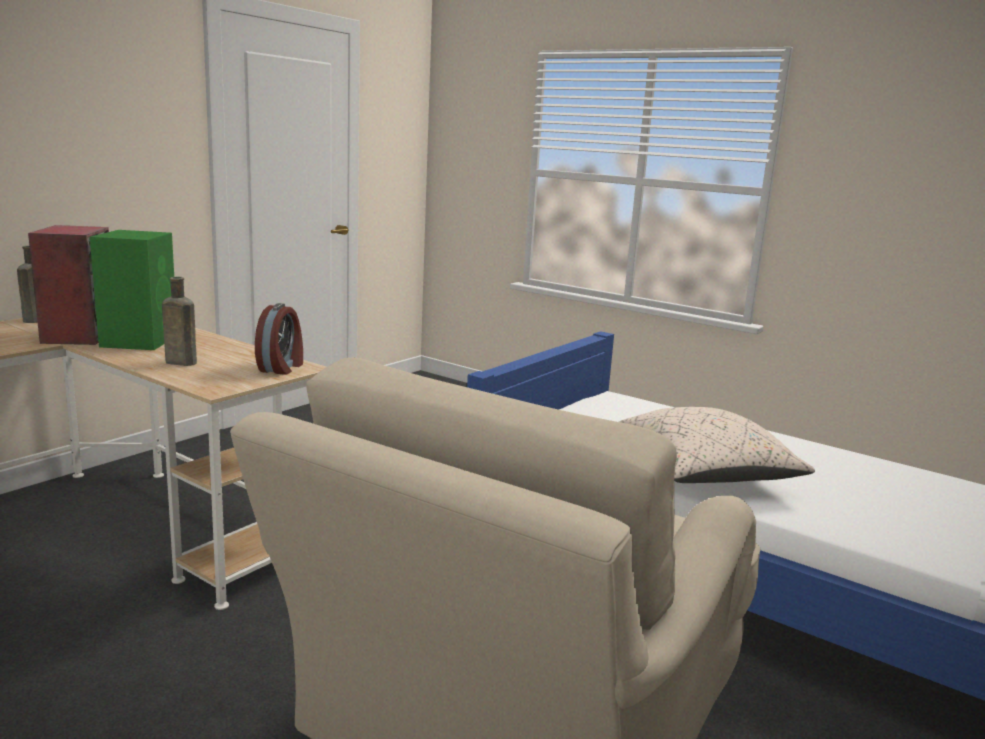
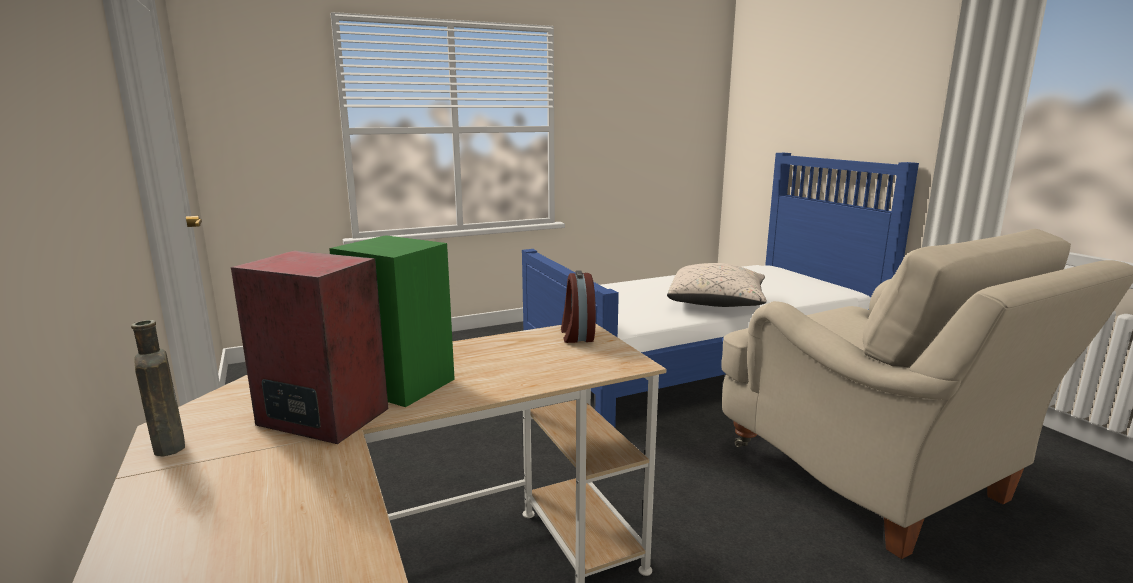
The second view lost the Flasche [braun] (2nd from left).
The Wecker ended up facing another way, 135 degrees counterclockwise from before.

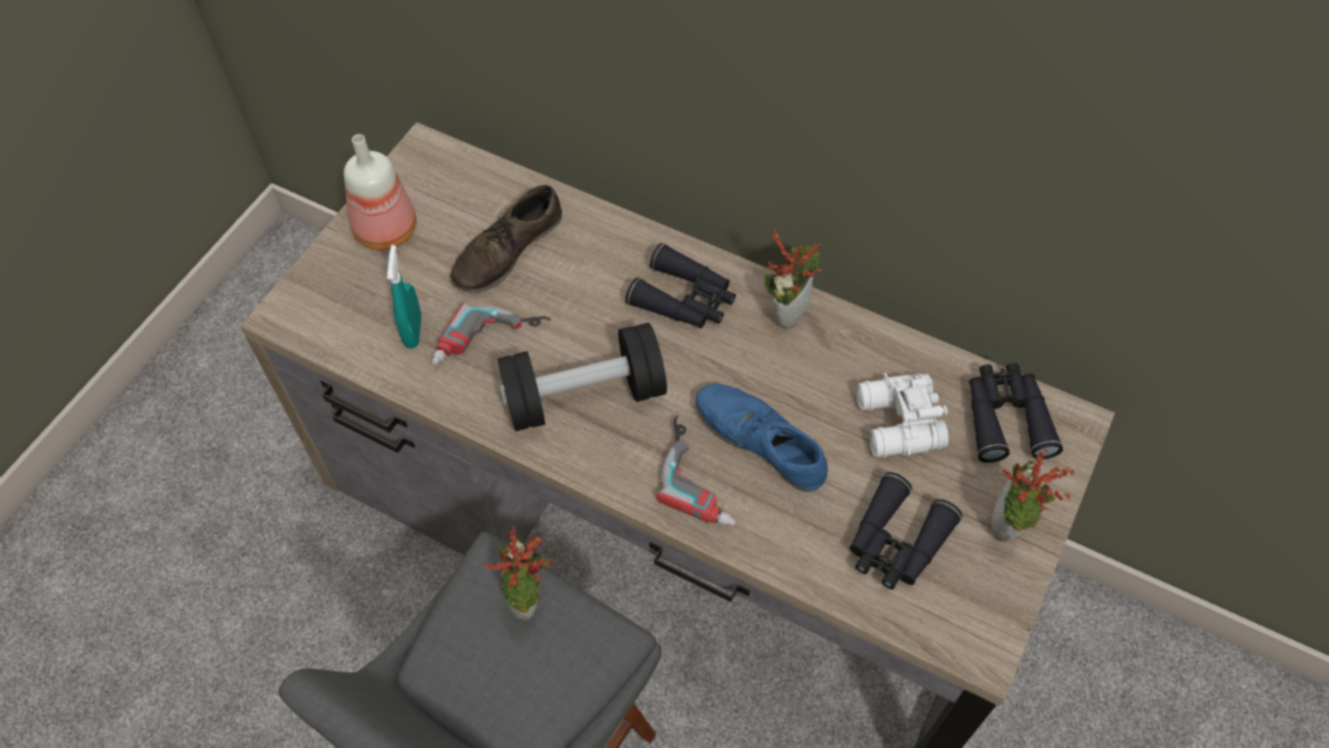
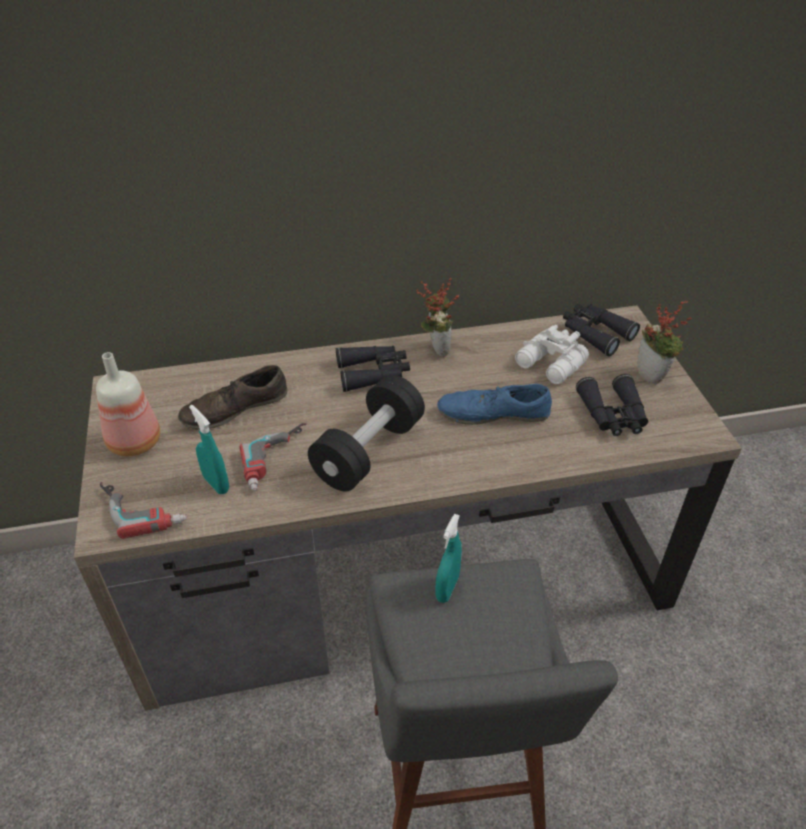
The Bohrmaschine (2nd from left in the first image) ended up elsewhere.
Where the Topfpflanze (1st from left) stood, the Sprühflasche [türkis] (2nd from left) came to stand.
The Schuh [braun] ended up facing another way, 60 degrees clockwise from before.

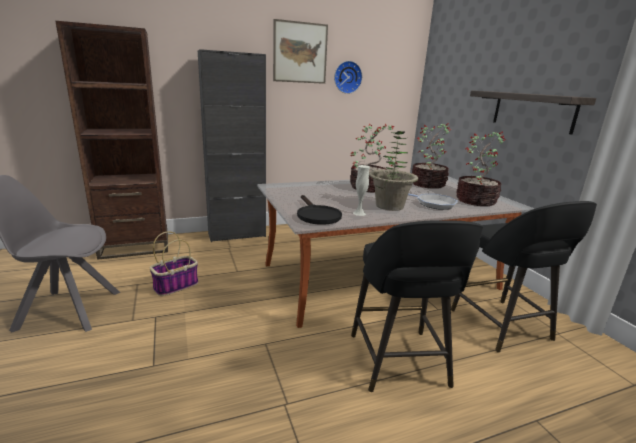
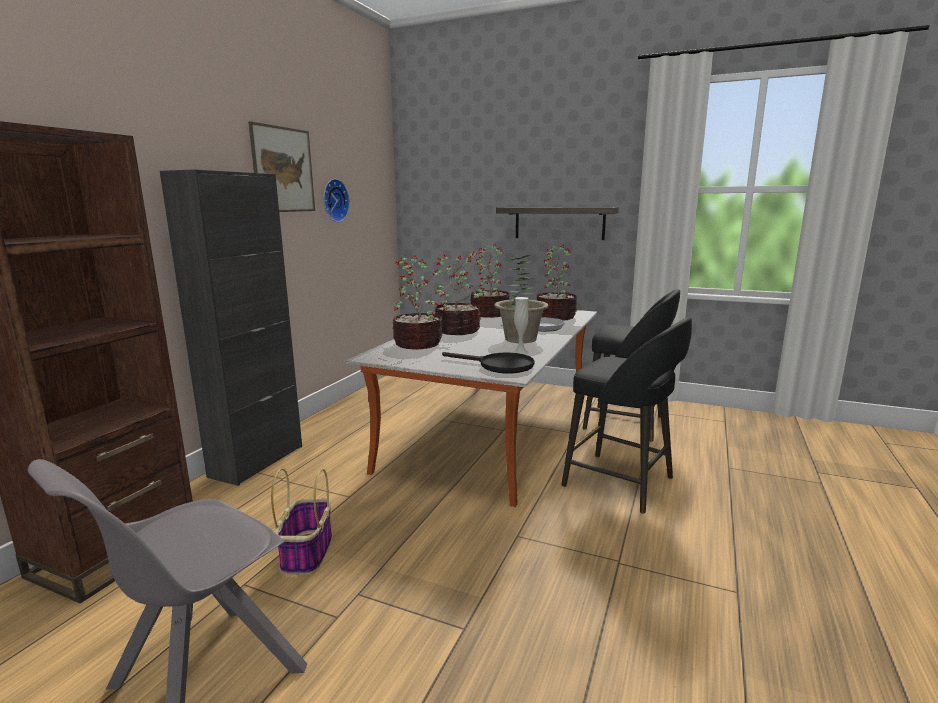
The second view gained the Topfpflanze (1st from left).

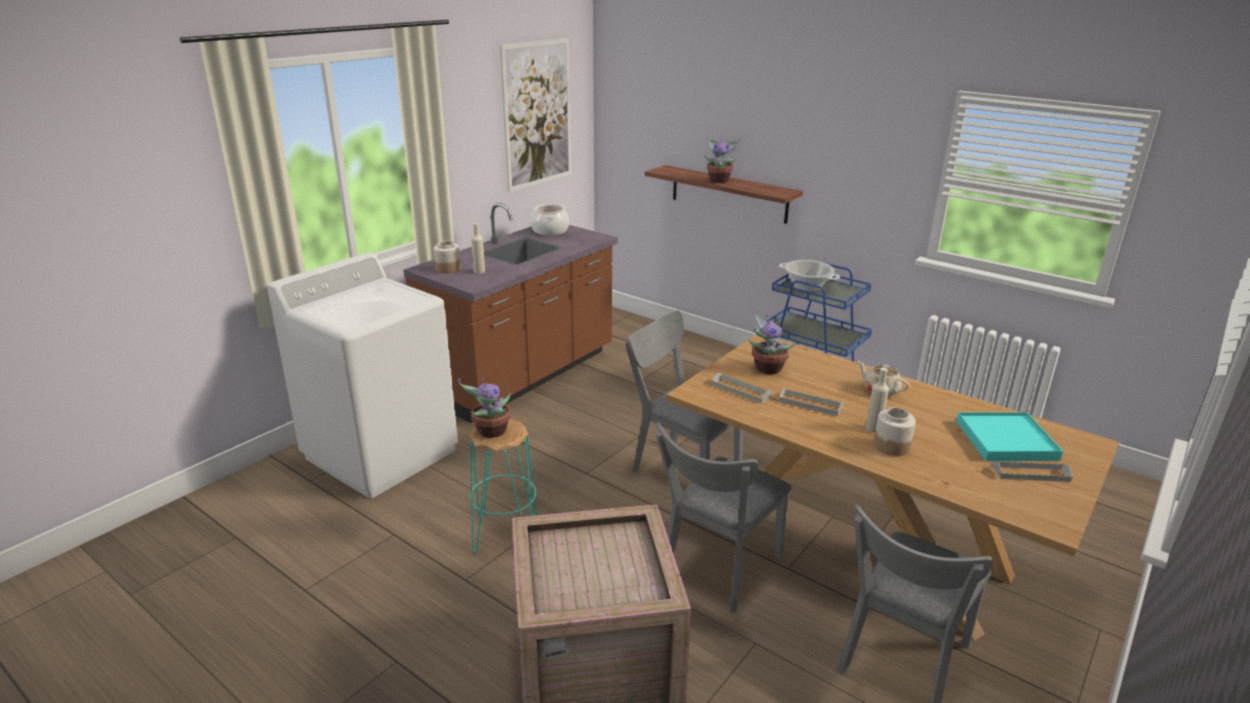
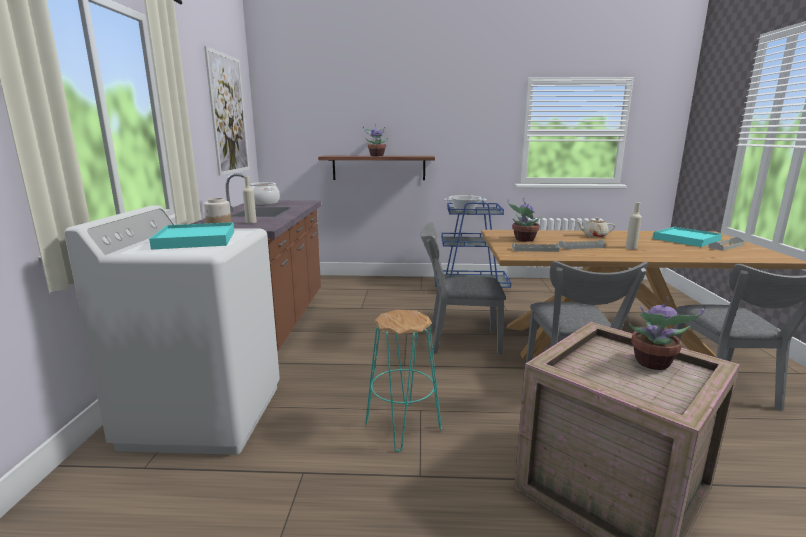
The second view lost the Vorratsglas (2nd from left).
The second view gained the Tablett [türkis] (1st from left).
The Topfpflanze (1st from left in the first image) ended up elsewhere.

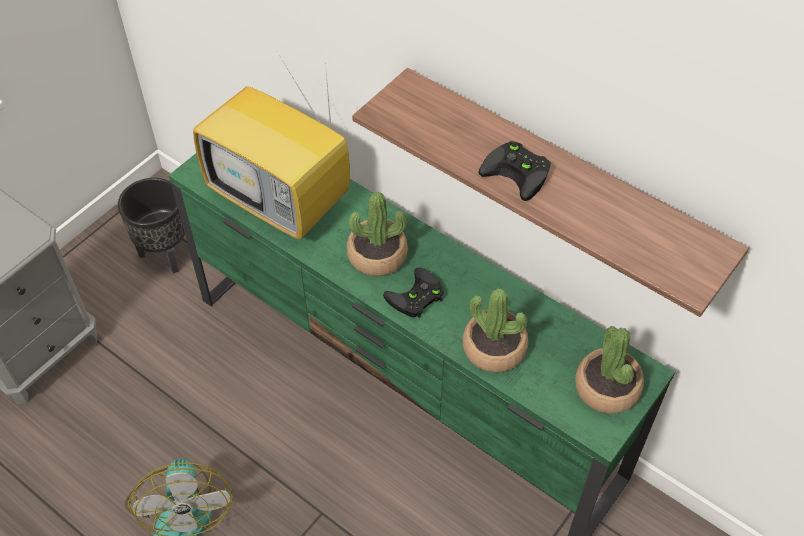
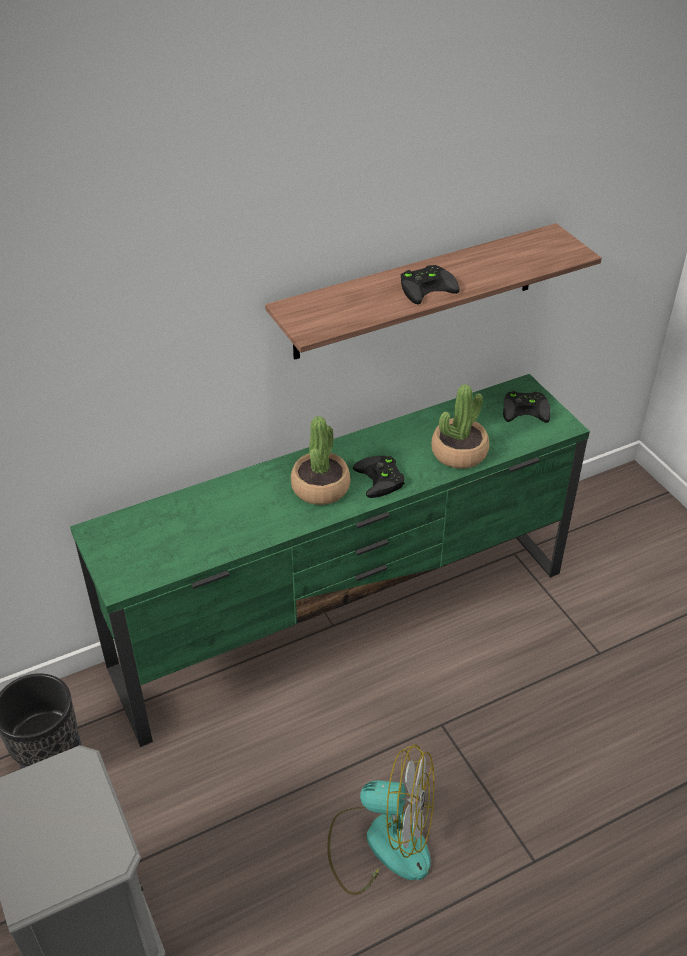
The second view lost the Fernseher.
Where the Topfpflanze (3rd from left) stood, the Gamepad [schwarz] (3rd from left) came to stand.

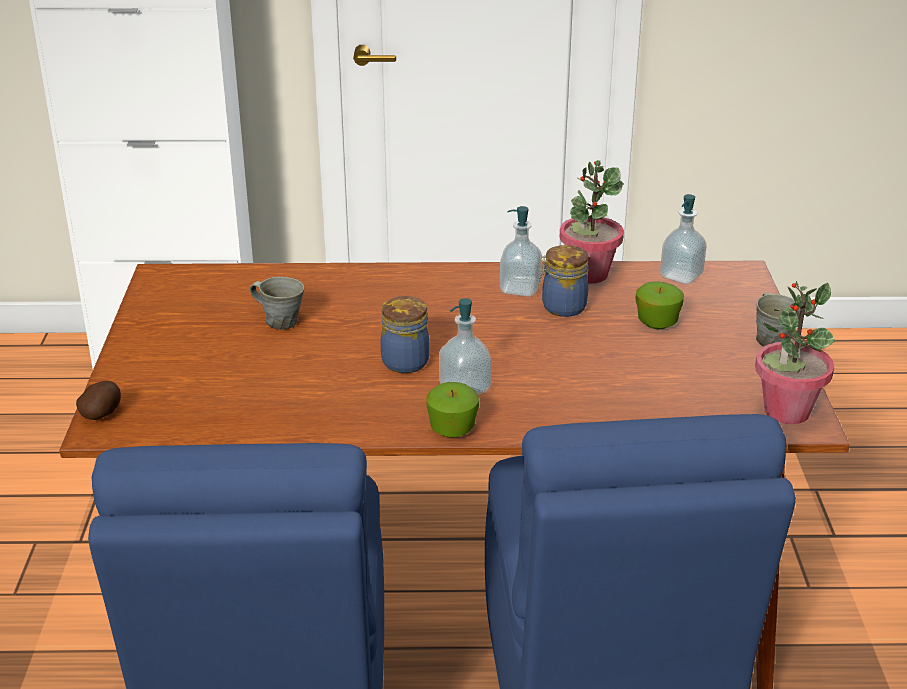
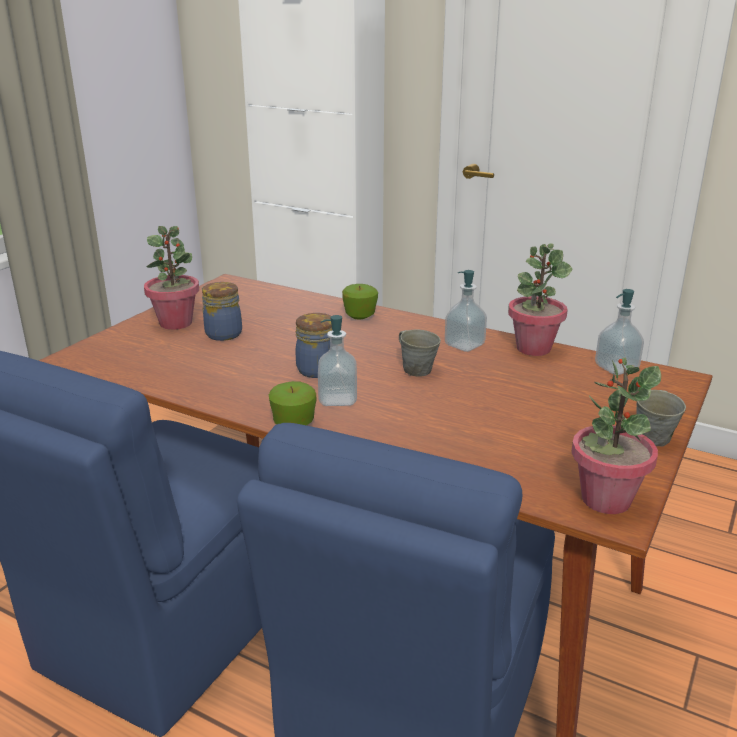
The second view lost the Kartoffel.
The second view gained the Topfpflanze (1st from left).
The Henkelbecher [grau] (1st from left) ended up elsewhere.
The Vorratsglas (2nd from left in the first image) ended up elsewhere.
The Apfel (2nd from left) ended up elsewhere.

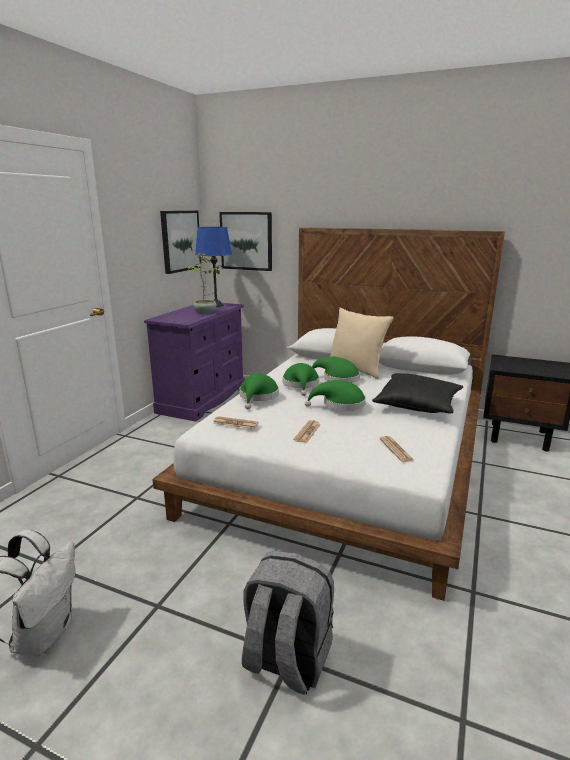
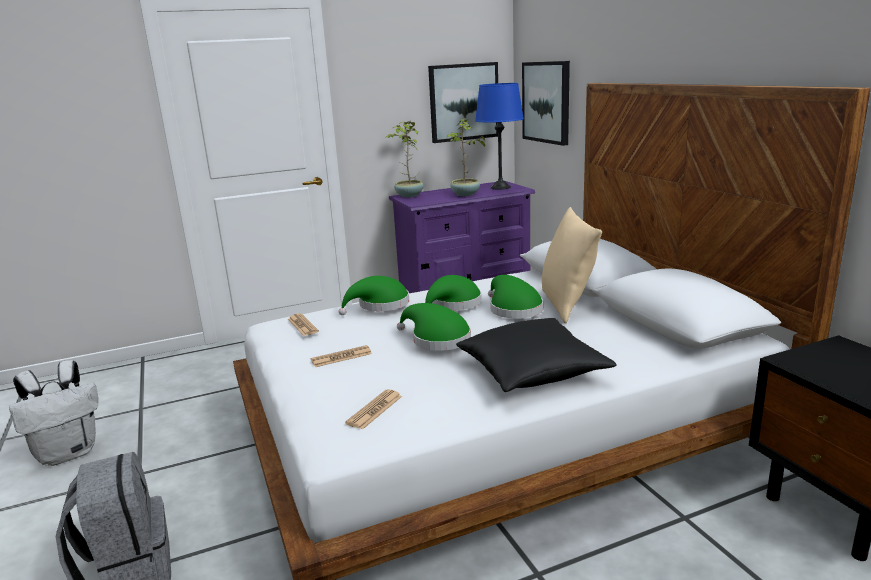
The second view gained the Topfpflanze (1st from left).

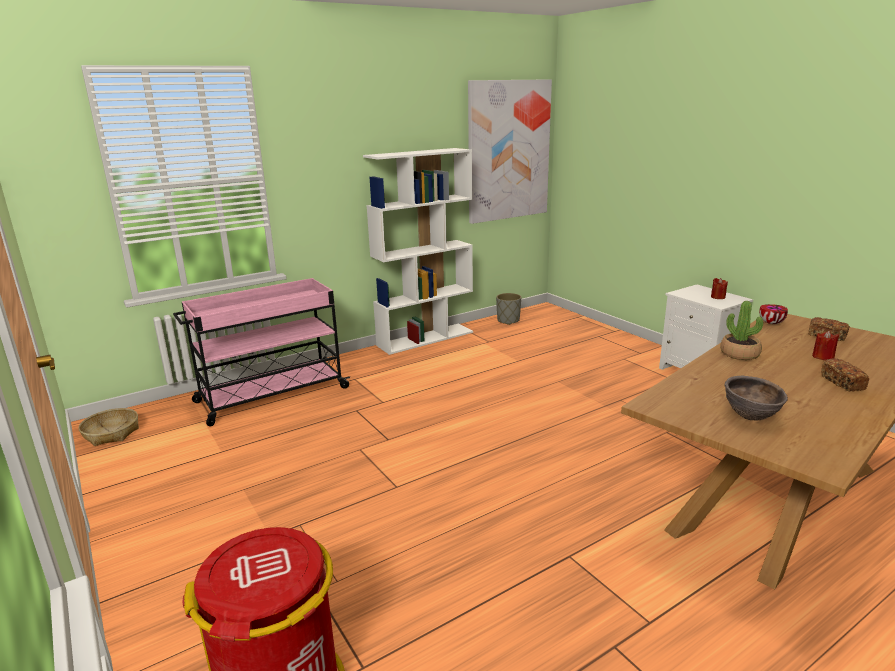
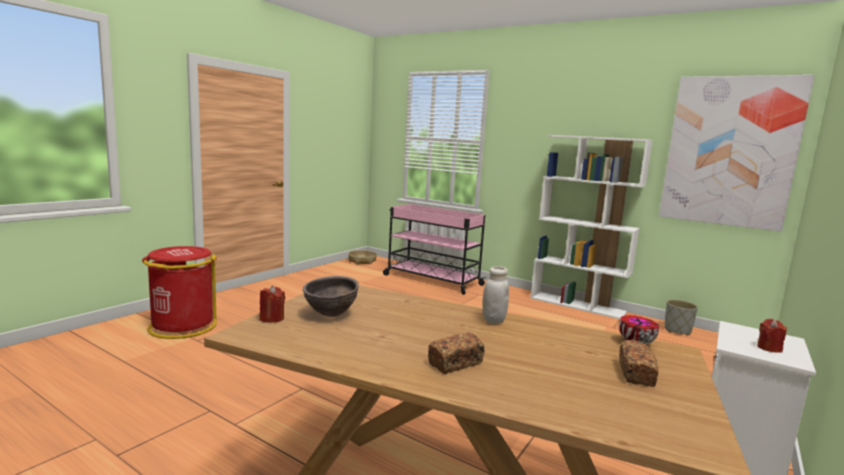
The Kerze [rot] (2nd from left in the first image) ended up elsewhere.
Where the Topfpflanze stood, the Vorratsglas [weiß] came to stand.

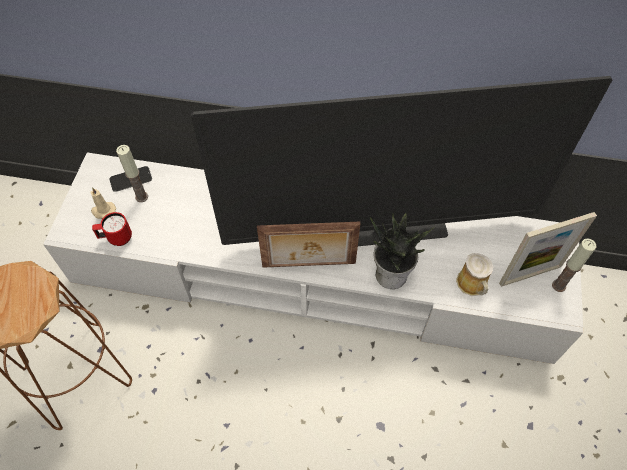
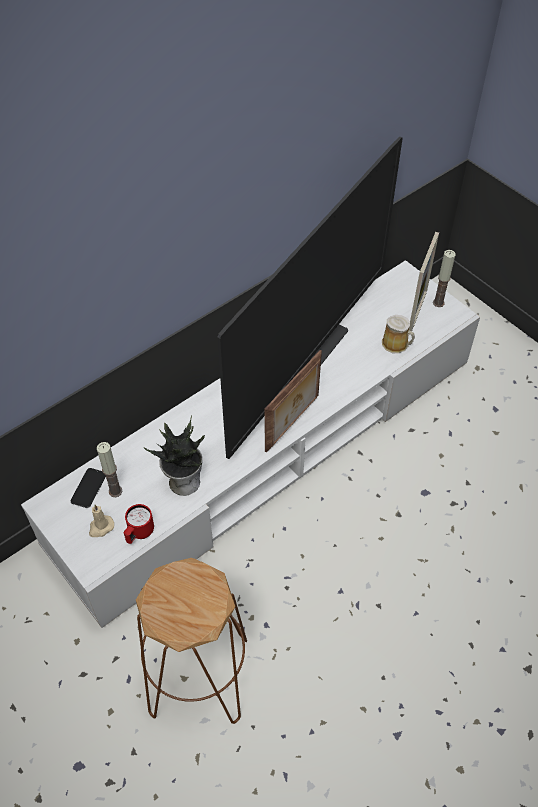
The Topfpflanze ended up elsewhere.

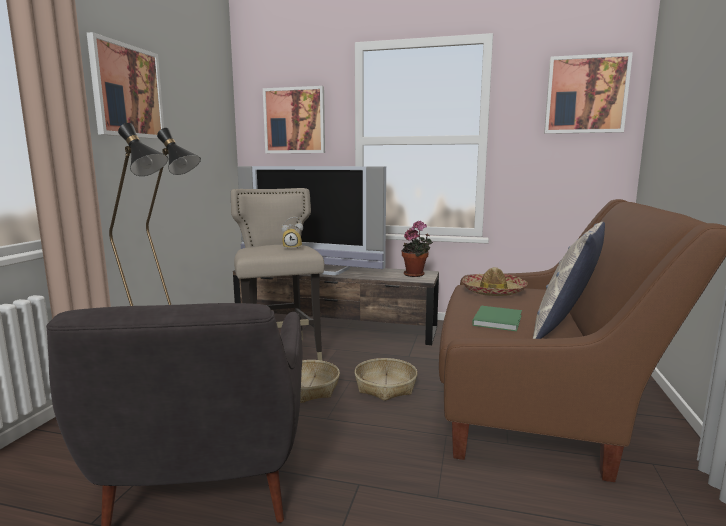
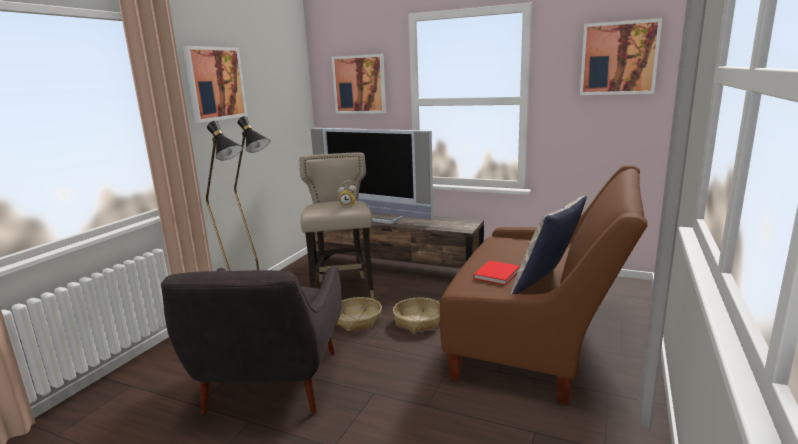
The second view lost the Topfpflanze.
The second view lost the Hut.
What was the Buch [grün] turned into the Buch [rot].

